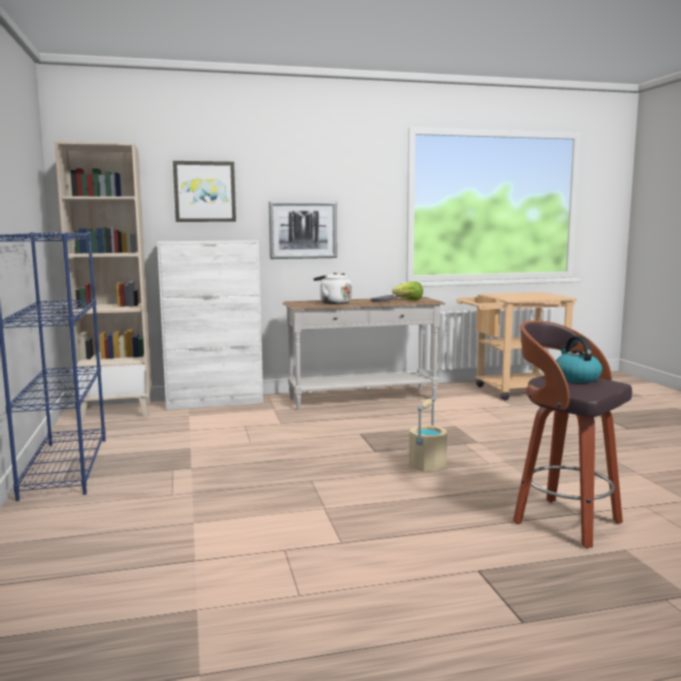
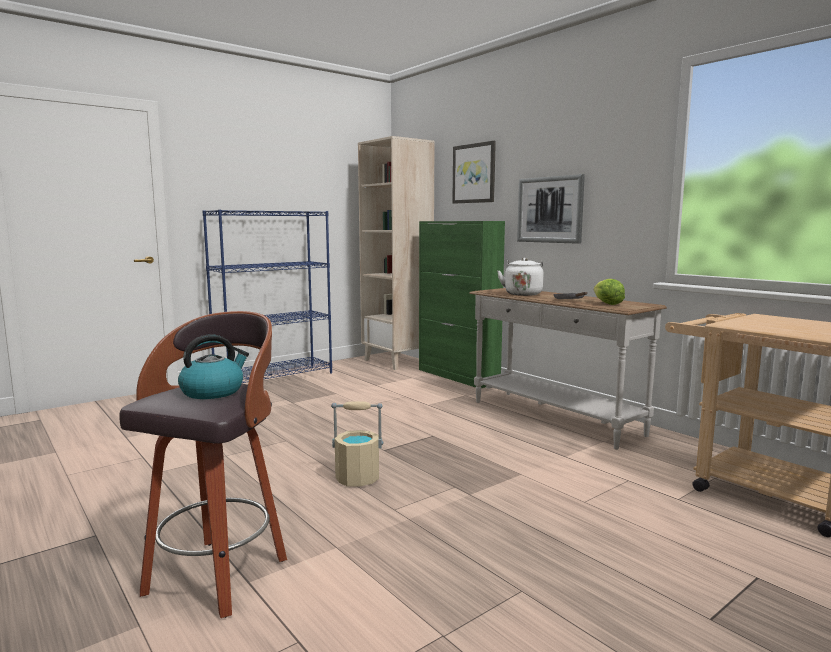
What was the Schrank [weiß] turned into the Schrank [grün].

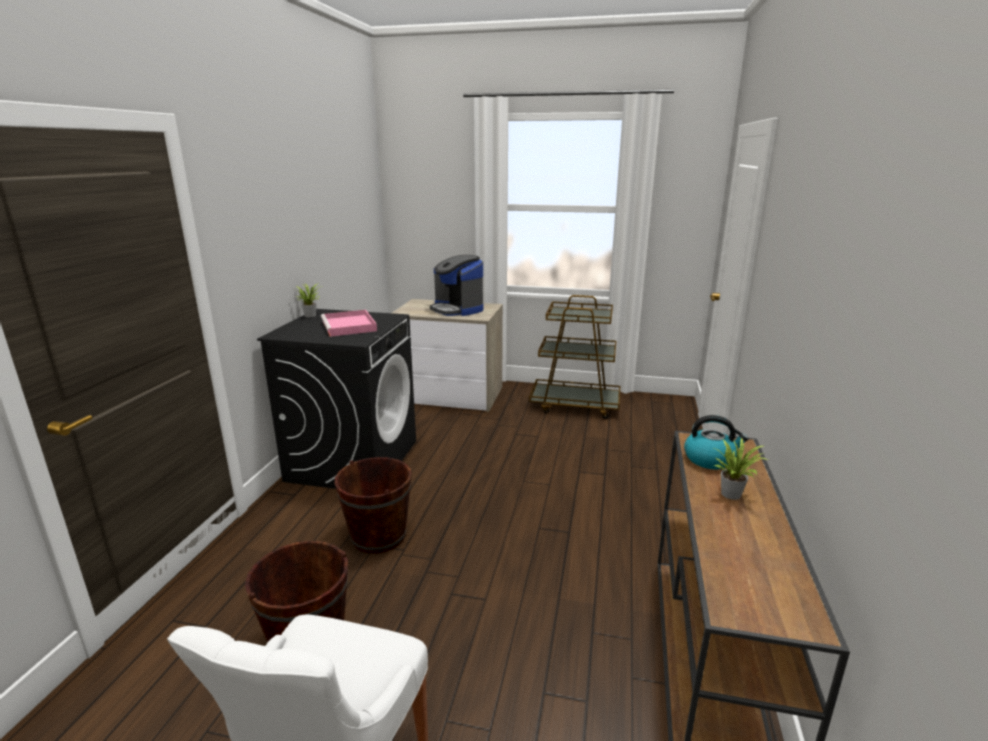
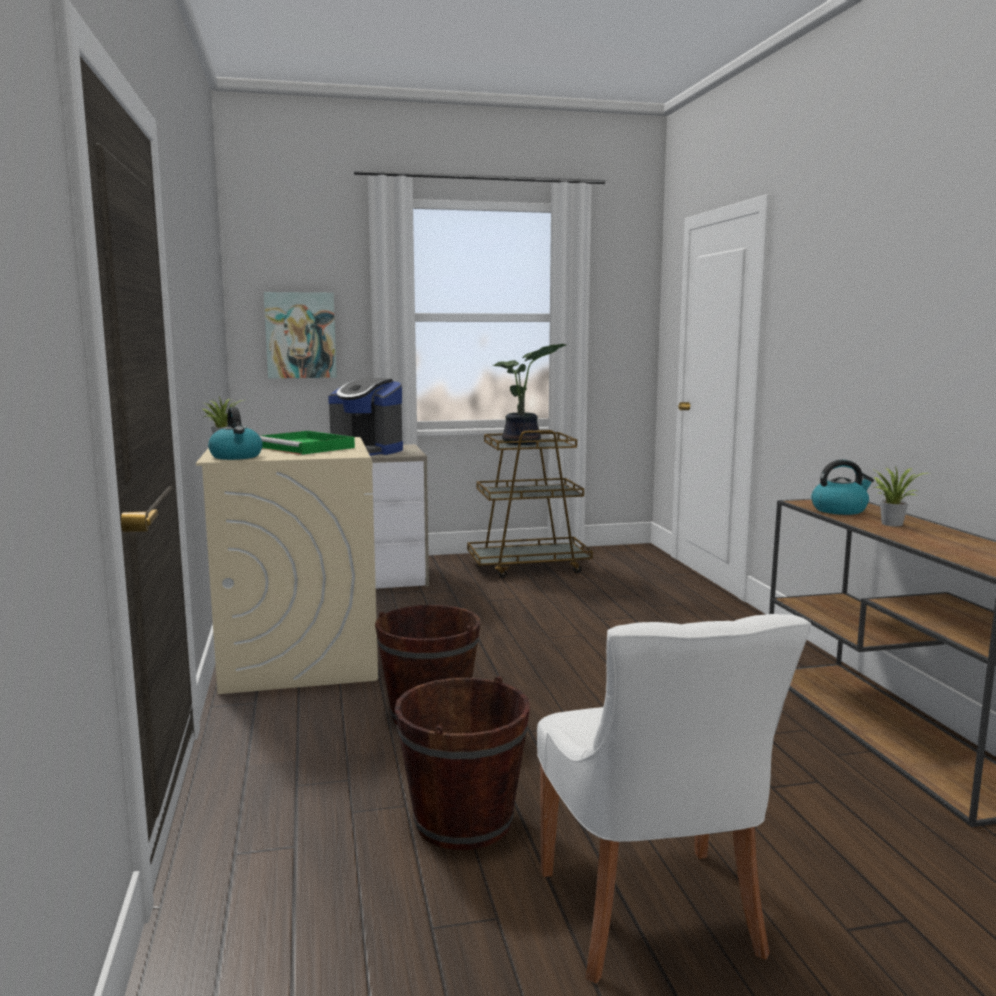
The second view gained the Wasserkessel (1st from left).
The second view gained the Bild.
The second view gained the Topfpflanze (2nd from left).
What was the Waschmaschine [schwarz] turned into the Waschmaschine [beige].
What was the Tablett [rosa] turned into the Tablett [grün].

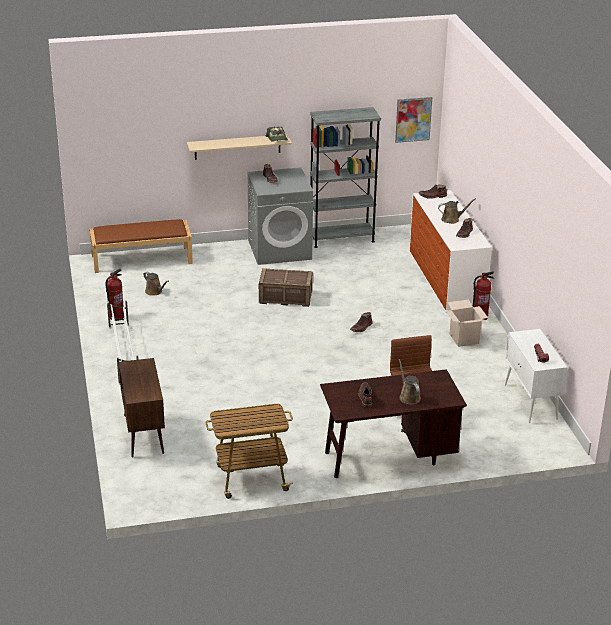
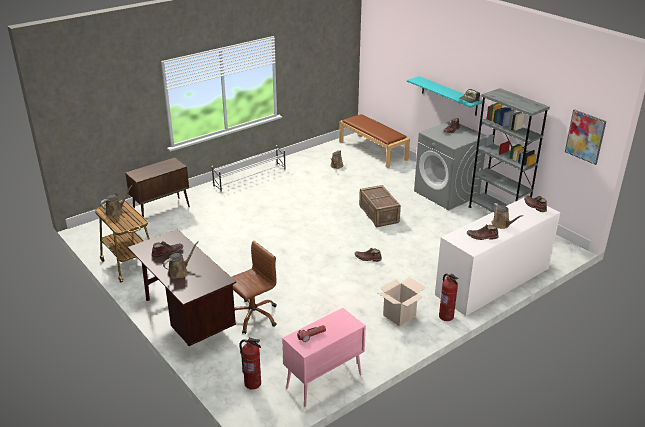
The second view gained the Gießkanne [braun] (1st from left).
The Feuerlöscher (1st from left) ended up elsewhere.
What was the Wandregal [beige] turned into the Wandregal [türkis].
What was the Schrank [weiß] turned into the Schrank [rosa].

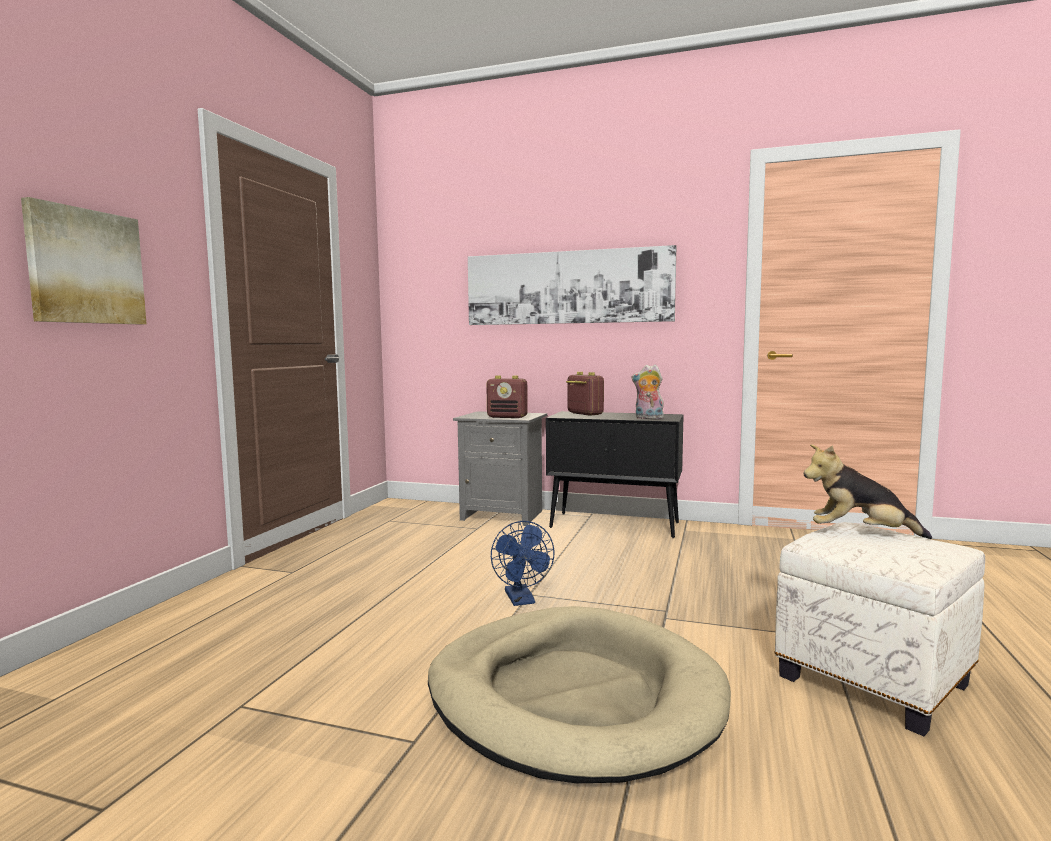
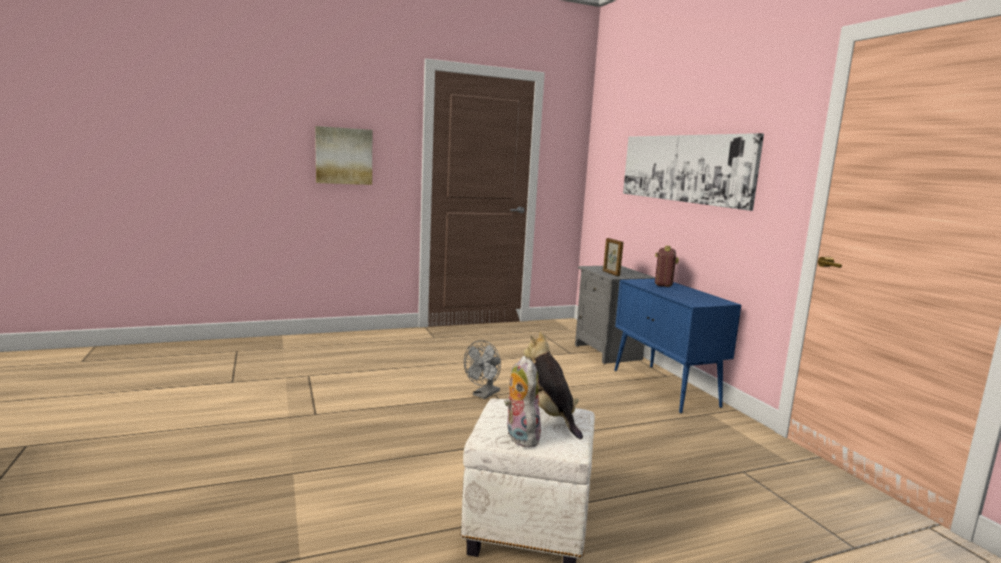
The second view lost the Hundebett [beige].
The Plüschtier (1st from left) ended up elsewhere.
Where the Radio (1st from left) stood, the Bilderrahmen came to stand.
What was the Ventilator [blau] turned into the Ventilator [grau].
What was the Schrank [schwarz] turned into the Schrank [blau].

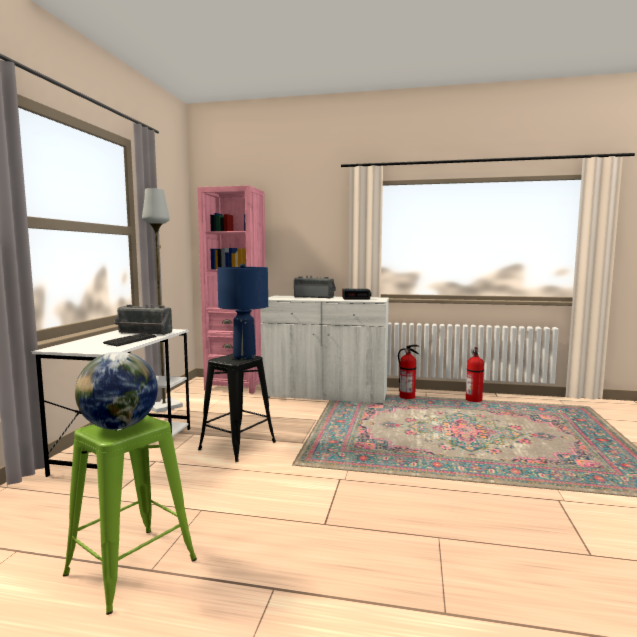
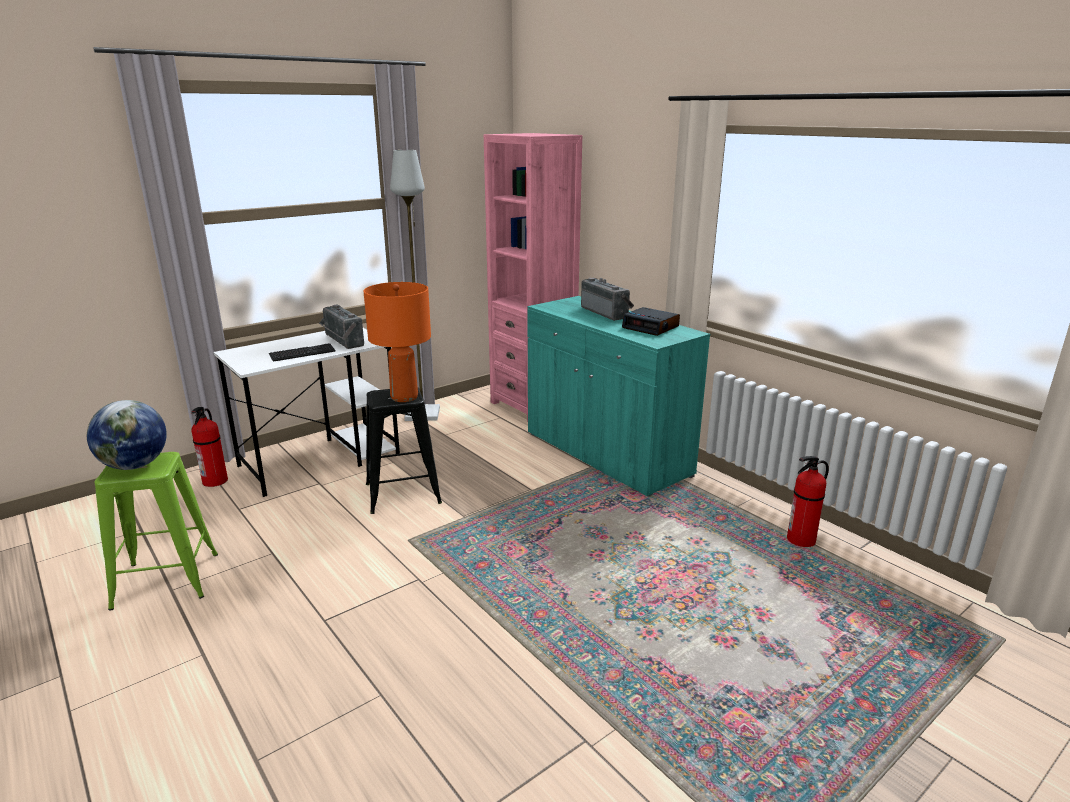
The Feuerlöscher (1st from left) ended up elsewhere.
What was the Tischlampe [blau] turned into the Tischlampe [orange].
What was the Schrank [weiß] turned into the Schrank [türkis].

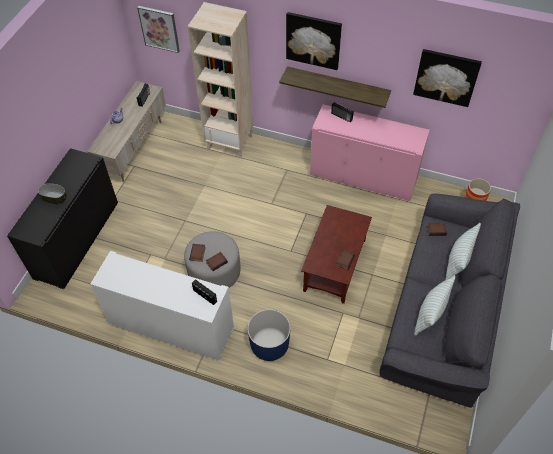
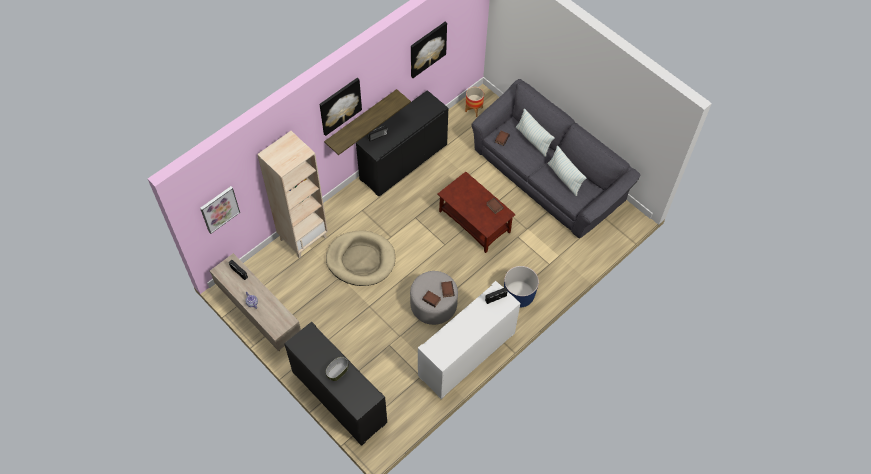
The second view gained the Hundebett [beige].
What was the Schrank [rosa] turned into the Schrank [schwarz] (2nd from left).

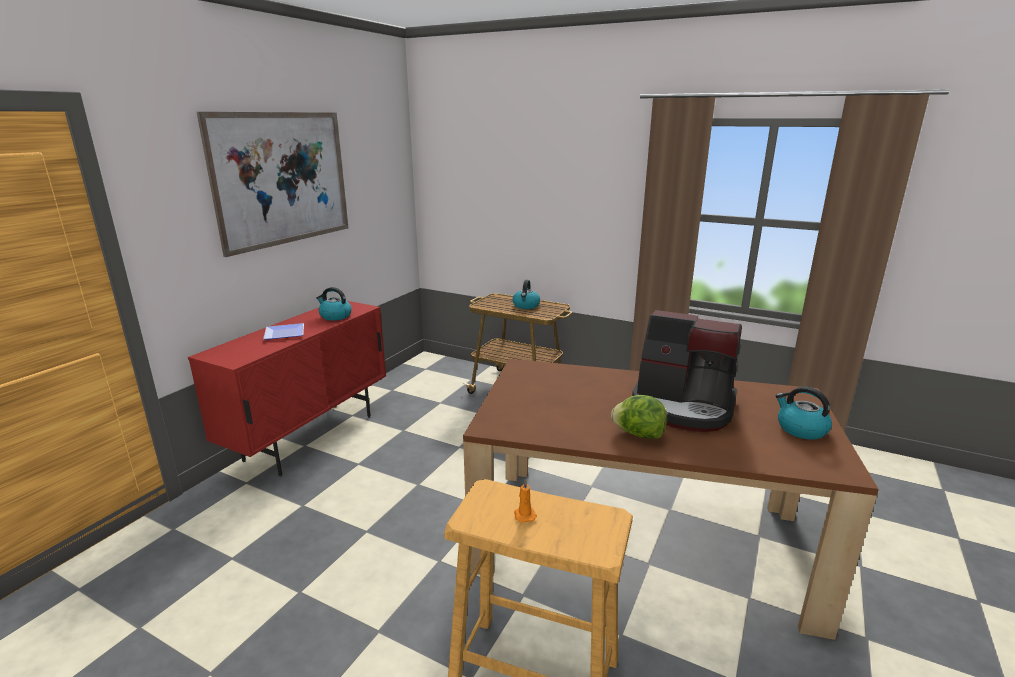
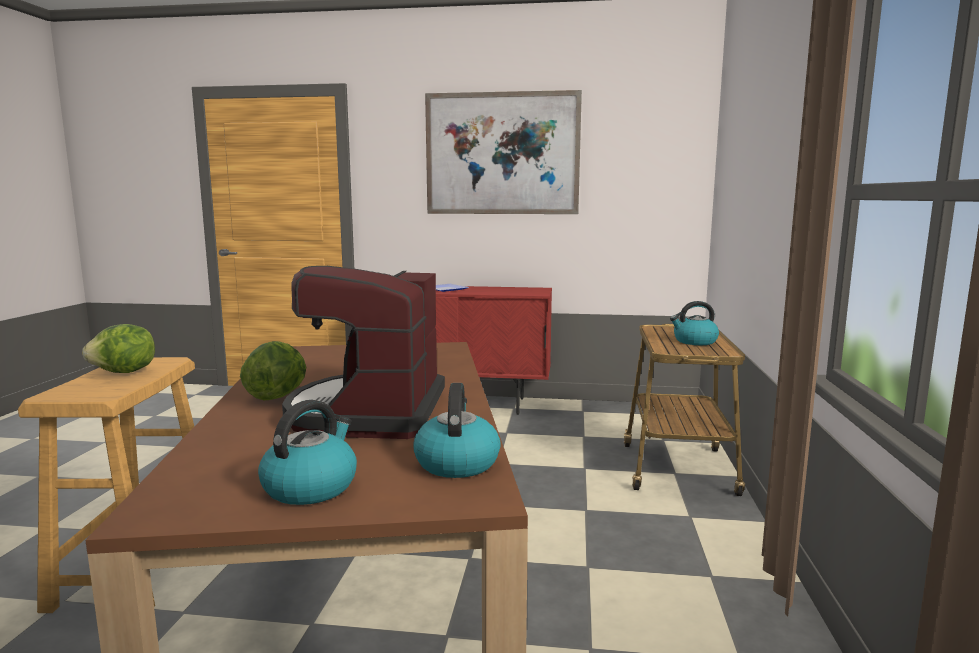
The Wasserkessel (1st from left in the first image) ended up elsewhere.
Where the Kerze [orange] stood, the Salatkopf (1st from left) came to stand.

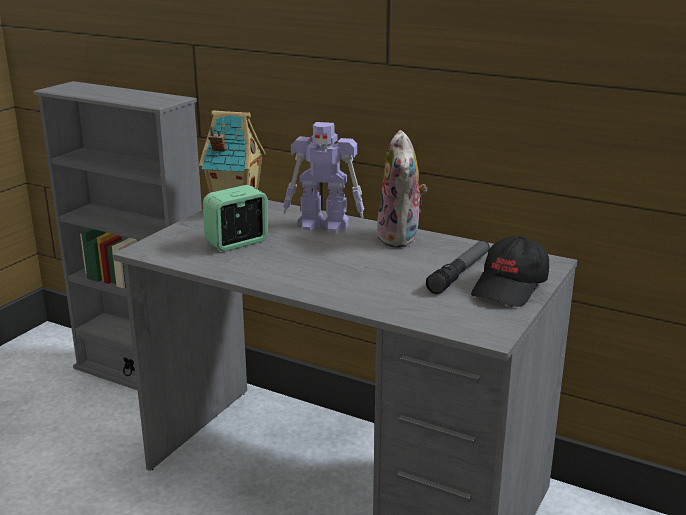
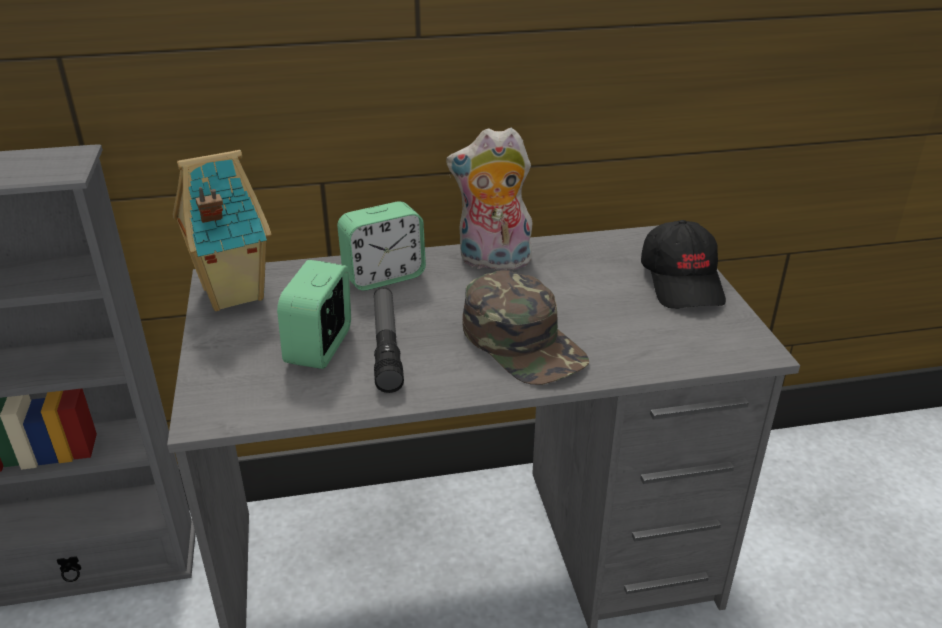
The second view gained the Kappe [grün].
The Taschenlampe ended up elsewhere.
Where the Spielzeugroboter stood, the Wecker (2nd from left) came to stand.
The Plüschtier ended up facing another way, 135 degrees clockwise from before.

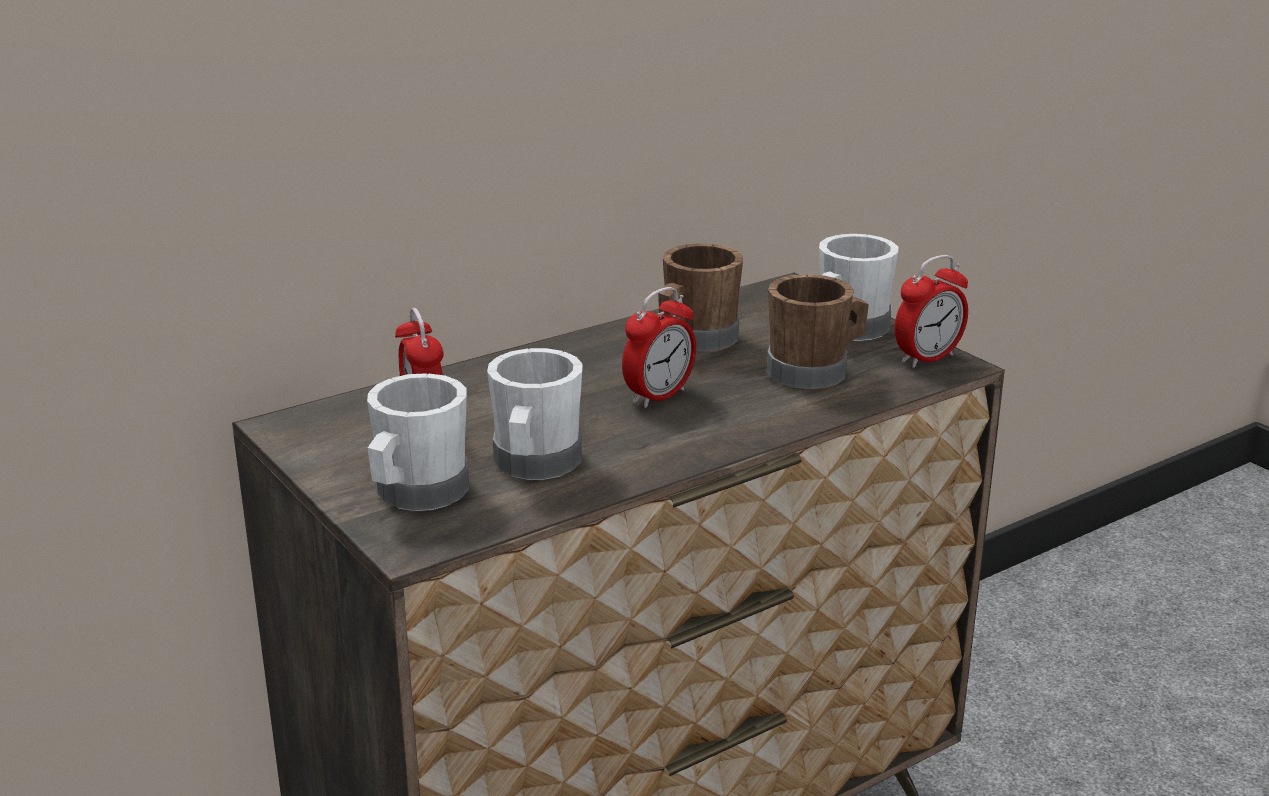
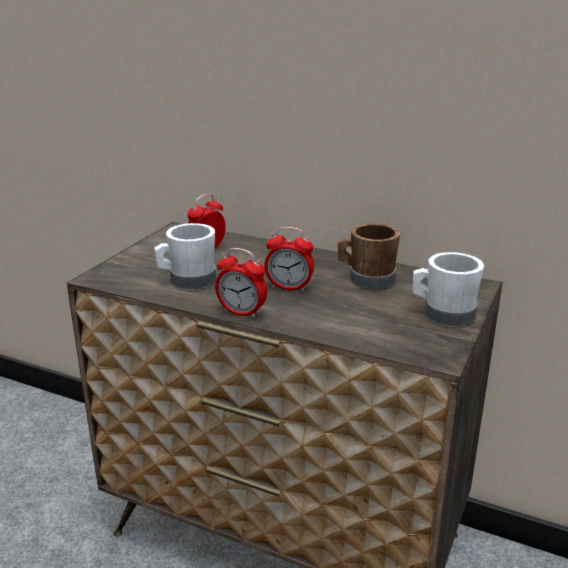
The second view lost the Henkelbecher [weiß] (1st from left).
The second view lost the Henkelbecher [braun] (2nd from left).
The Wecker (3rd from left in the first image) ended up elsewhere.

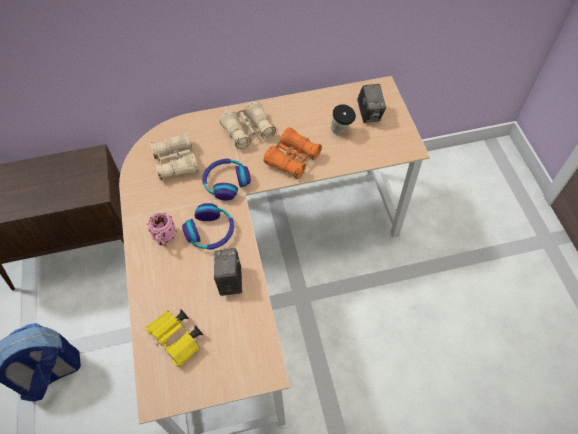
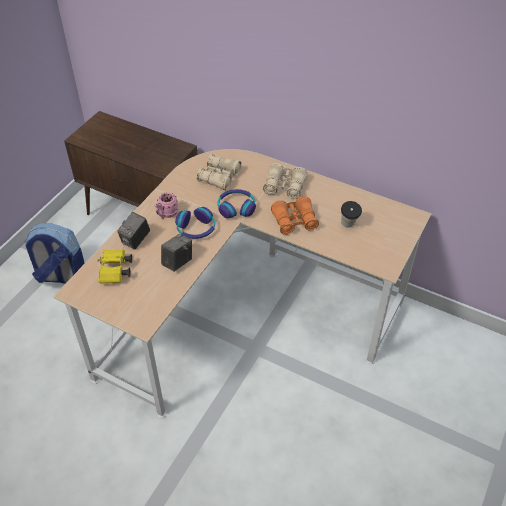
The Kamera (2nd from left in the first image) ended up elsewhere.

